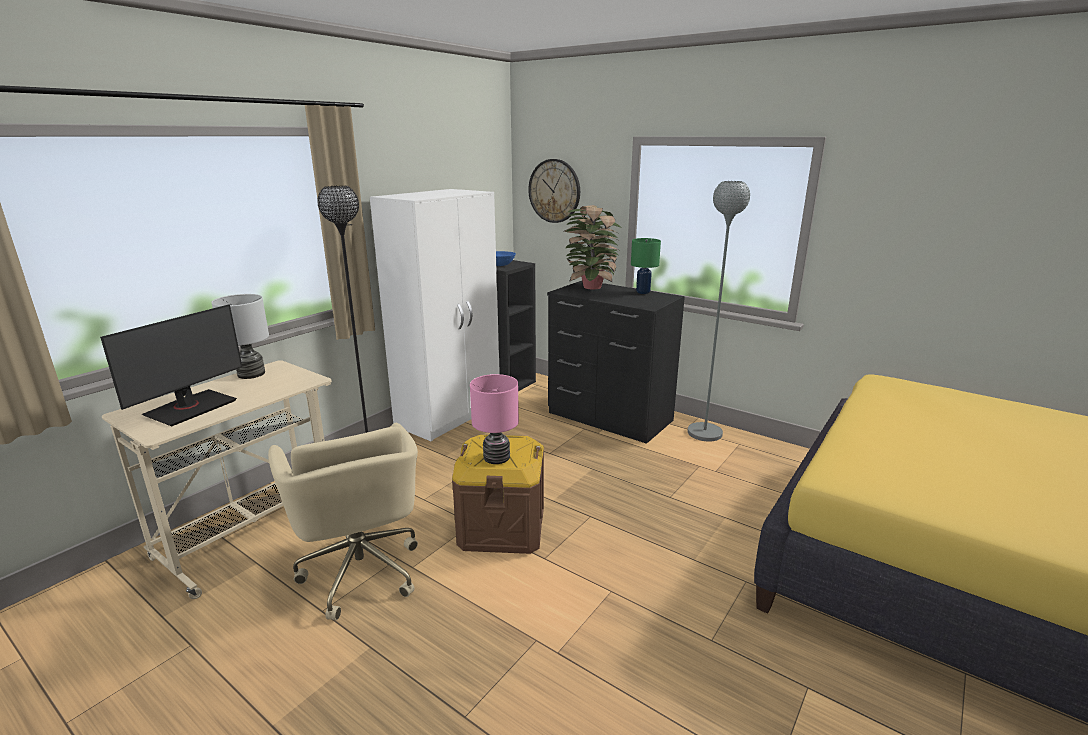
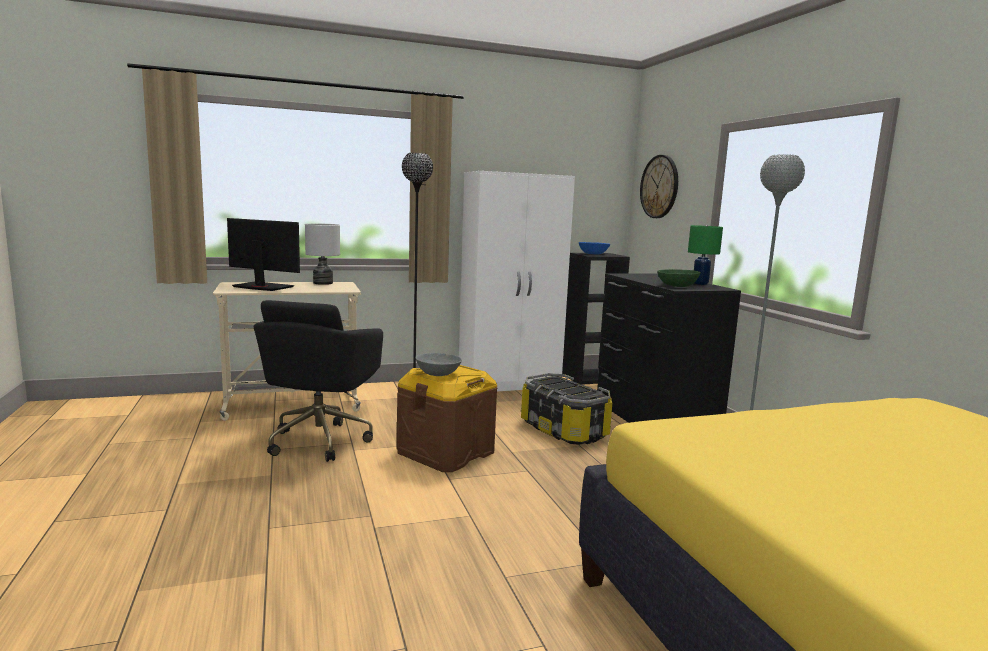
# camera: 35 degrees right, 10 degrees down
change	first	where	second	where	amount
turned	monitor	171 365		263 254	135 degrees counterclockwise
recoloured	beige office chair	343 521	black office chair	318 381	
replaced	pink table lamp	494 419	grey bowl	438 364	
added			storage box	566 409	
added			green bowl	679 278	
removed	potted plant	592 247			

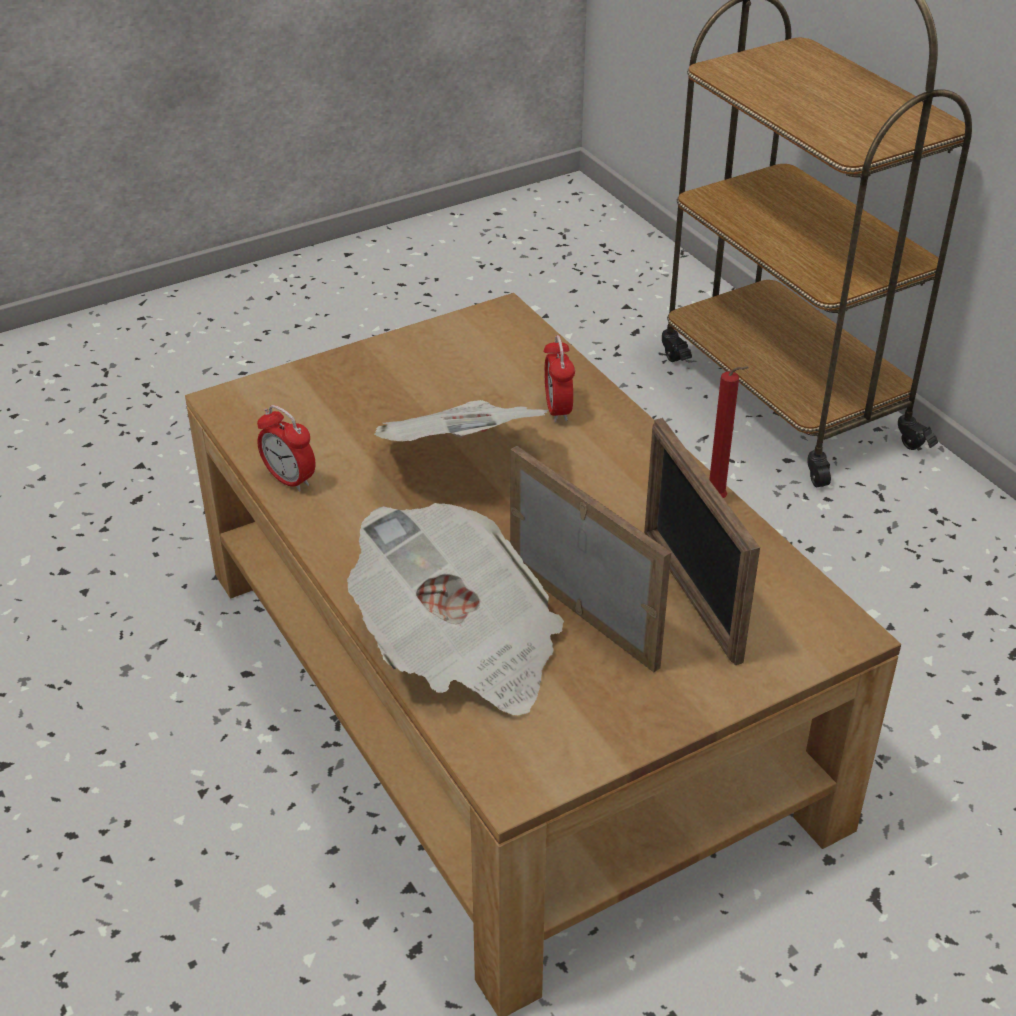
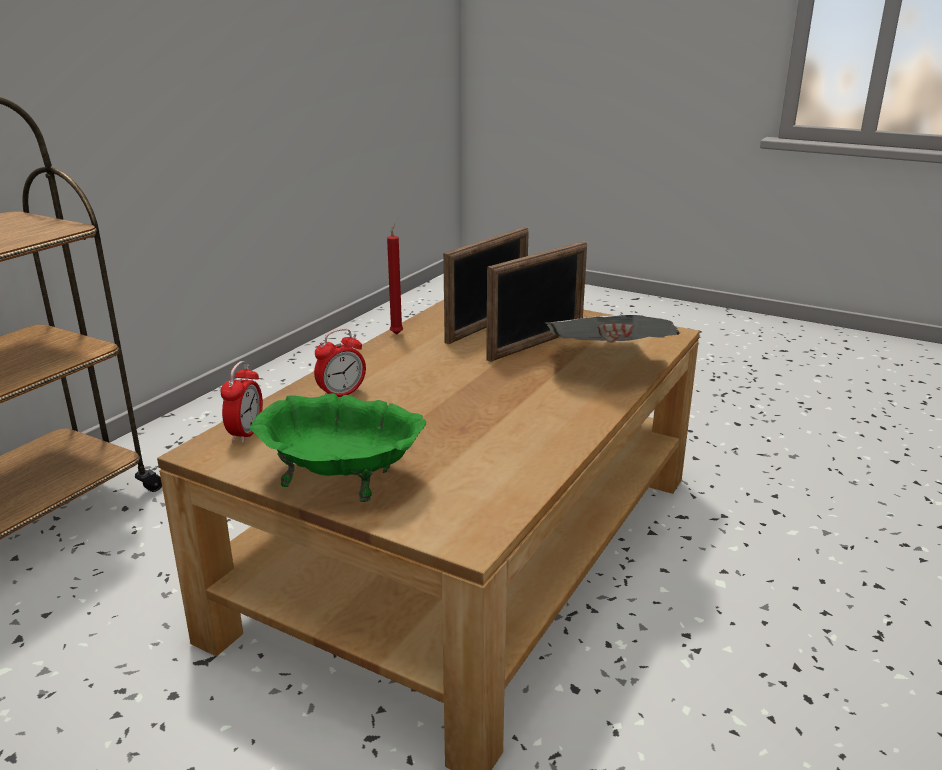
# camera: 120 degrees left, 15 degrees down
change	first	where	second	where	amount
moved	alarm clock	286 448		242 402	
added			green bowl	337 447	
turned	picture frame	590 559		536 301	150 degrees counterclockwise
removed	newspaper	461 420			

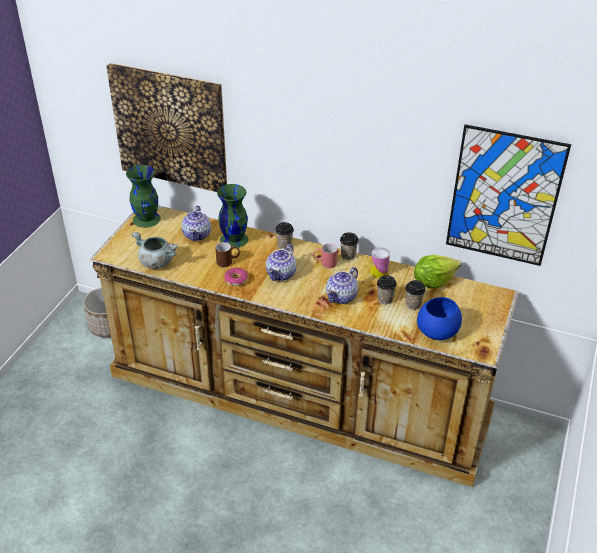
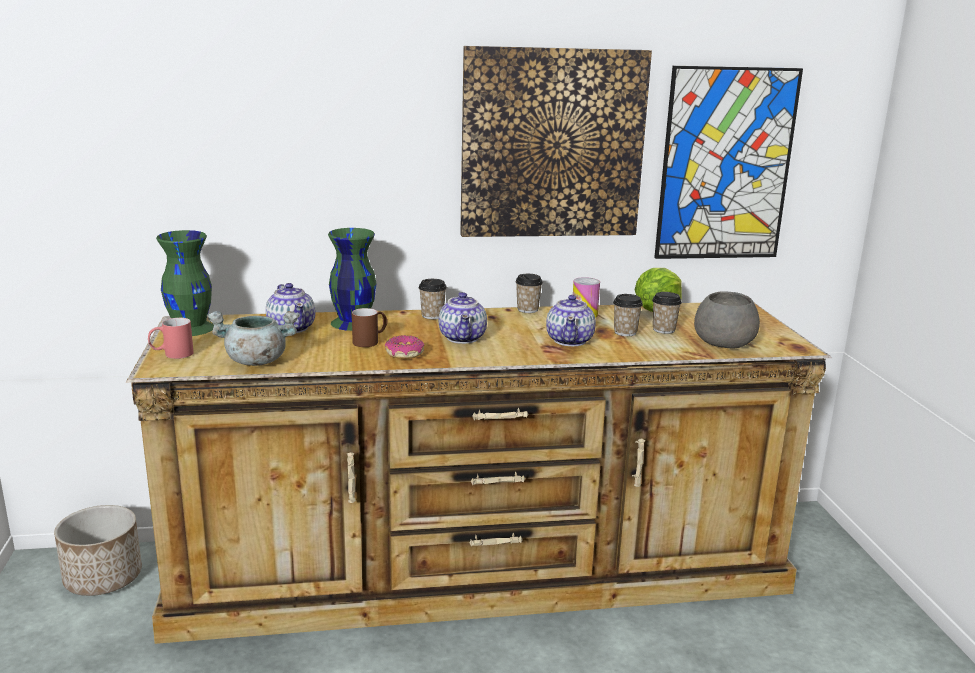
# camera: 30 degrees left, 20 degrees down
change	first	where	second	where	amount
moved	red mug	325 255		171 338	
moved	picture	166 127		556 141	
recoloured	blue bowl	439 318	grey bowl	727 320	

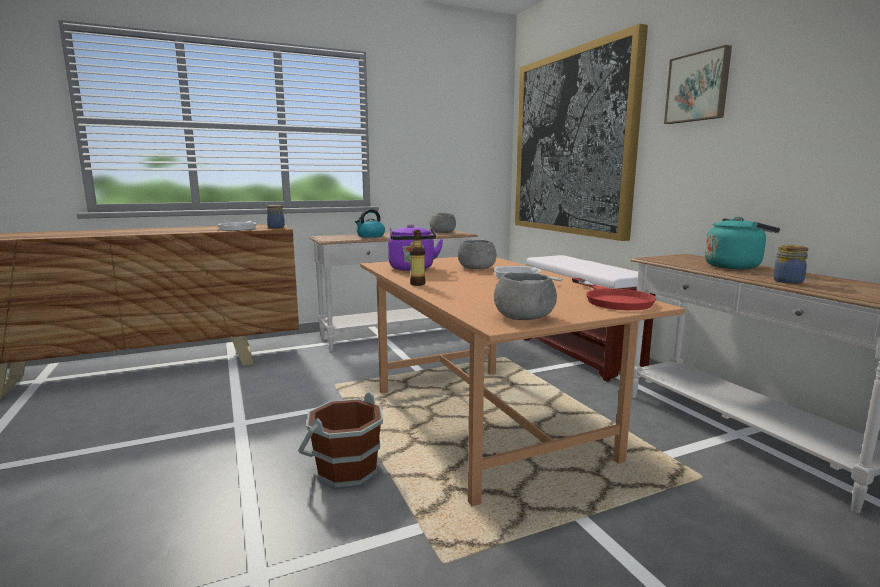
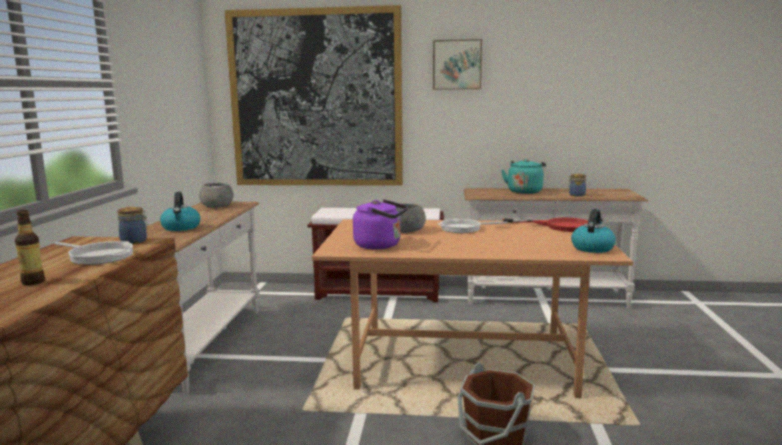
# camera: 60 degrees left, 0 degrees up
change	first	where	second	where	amount
moved	bottle	417 258		30 247	
replaced	grey bowl	525 296	kettle	593 231	

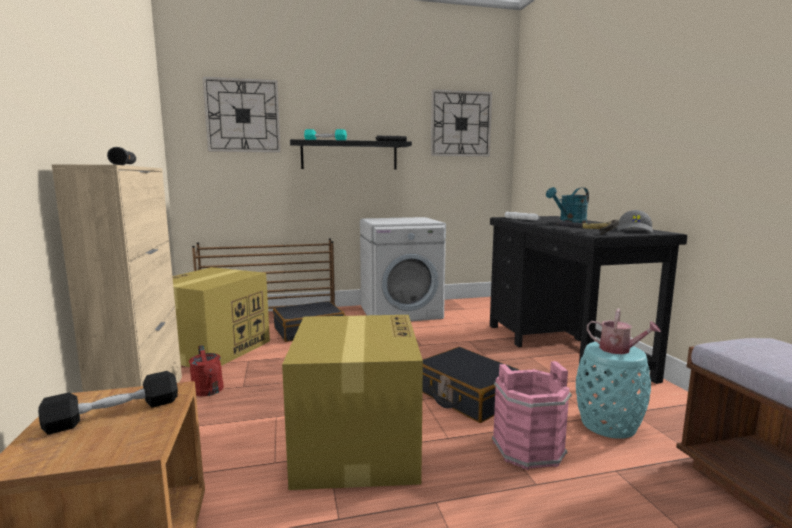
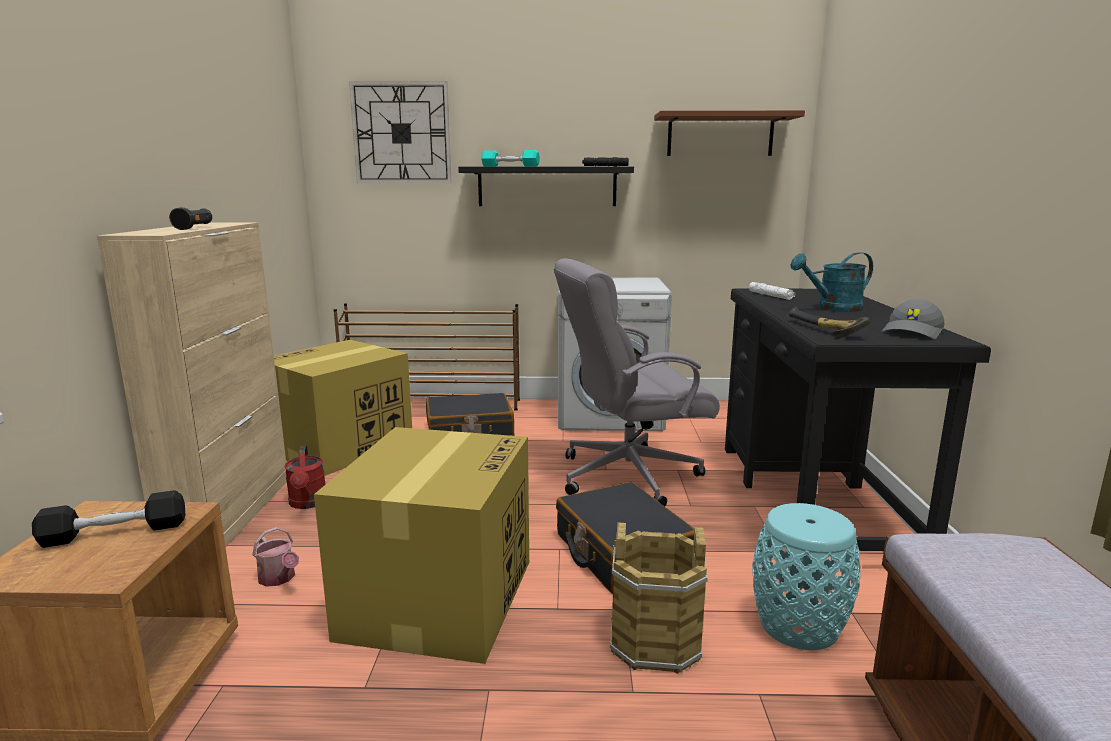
# camera: 15 degrees right, 5 degrees up
change	first	where	second	where	amount
moved	watering can	624 331		275 557	
added			grey office chair	637 382	
recoloured	pink bucket	532 415	brown bucket	659 598	
replaced	wall clock	461 123	brown shelf	729 133	

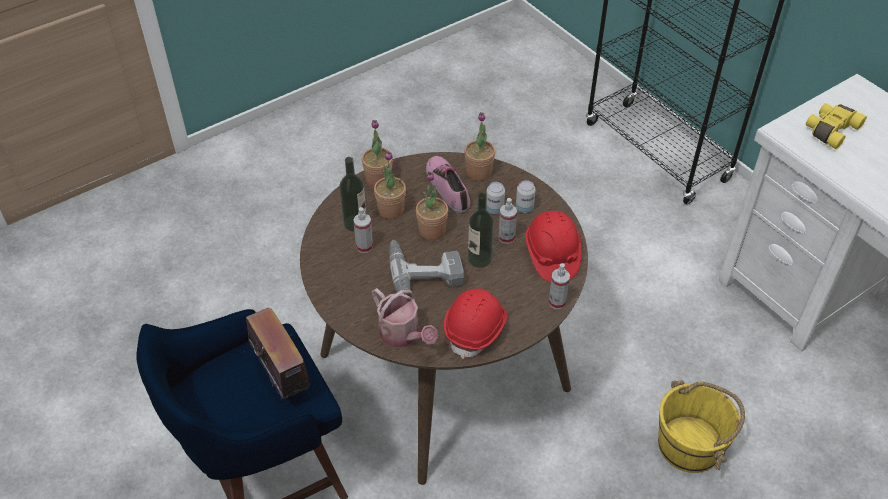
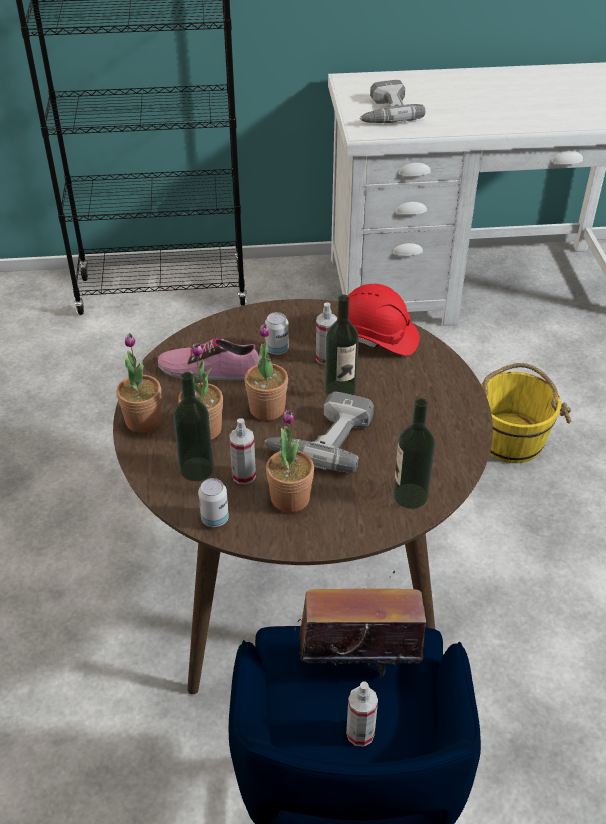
# camera: 60 degrees left, 5 degrees down
change	first	where	second	where	amount
moved	can	526 196		213 502	
moved	potted plant	479 146		290 460	
moved	spray bottle	559 286		362 714	
replaced	yellow binoculars	836 126	power drill	392 101	
replaced	watering can	405 318	bottle	414 453	
removed	red hard hat	475 323			

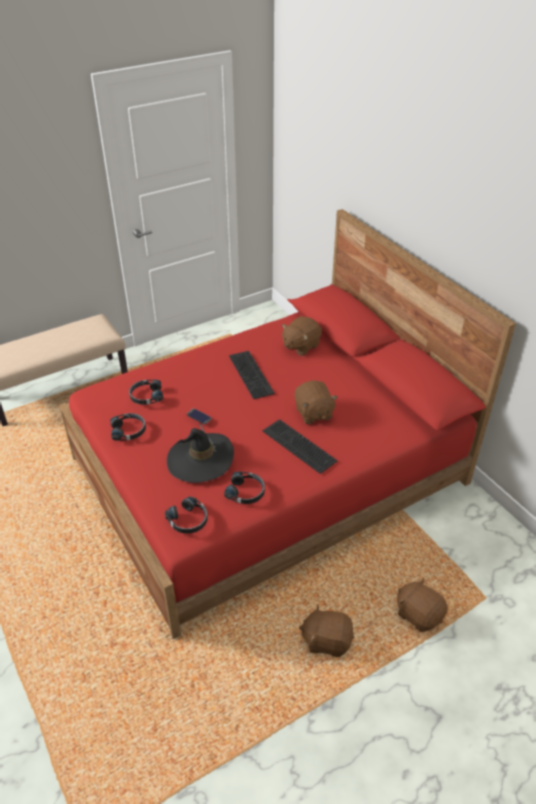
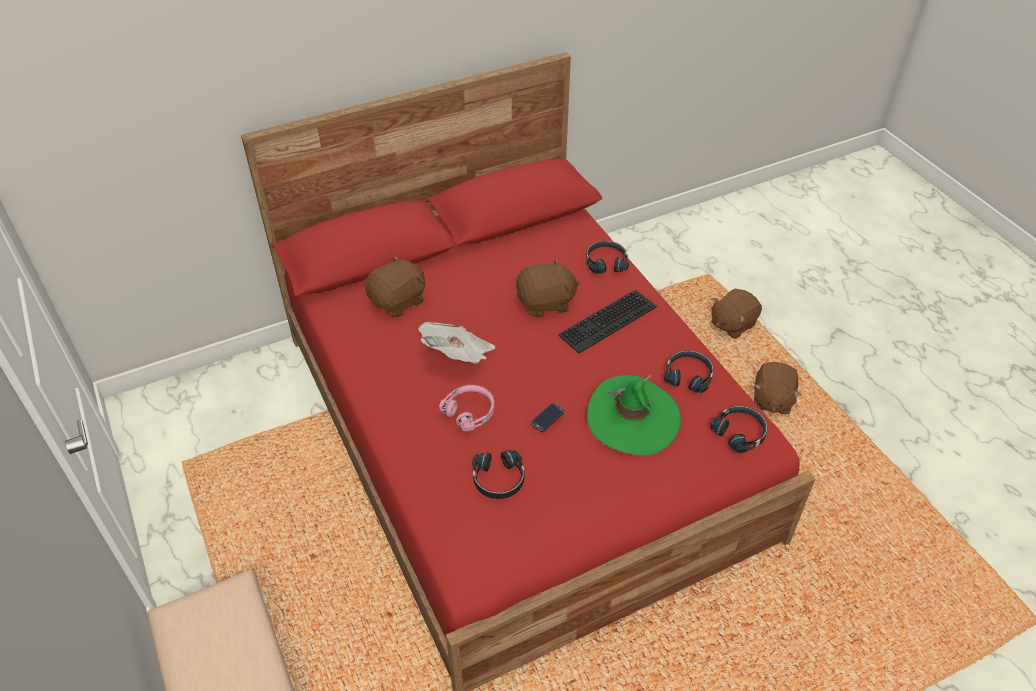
# camera: 85 degrees left, 5 degrees up
change	first	where	second	where	amount
turned	brown plush toy	302 336		395 286	90 degrees counterclockwise
replaced	keyboard	252 375	newspaper	456 343	
added			pink headphones	466 408	
moved	black headphones	128 427		607 257	
recoloured	black hat	200 453	green hat	634 415	

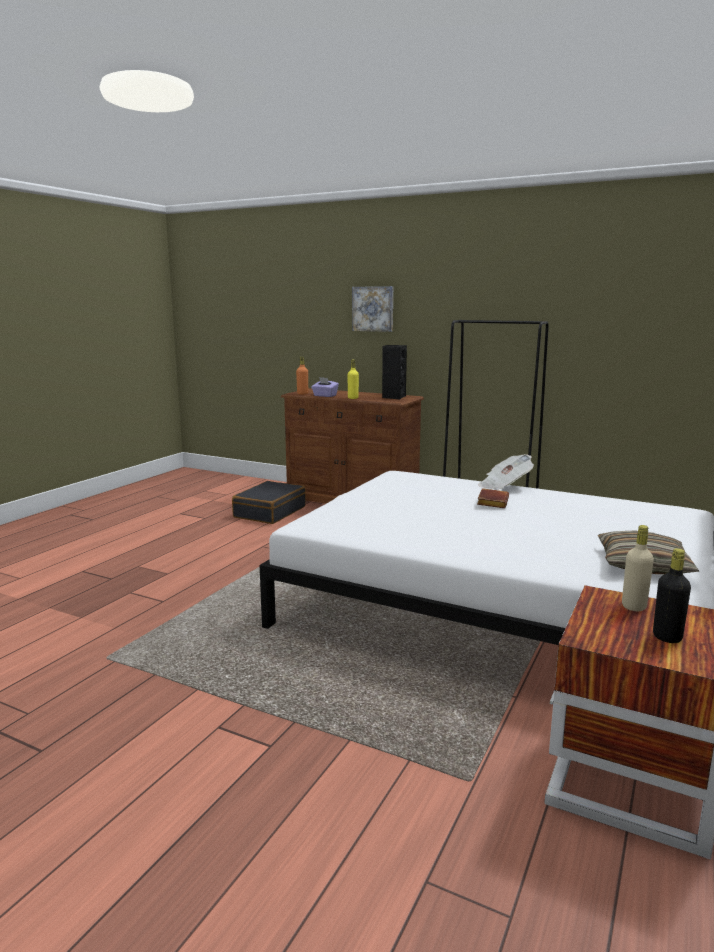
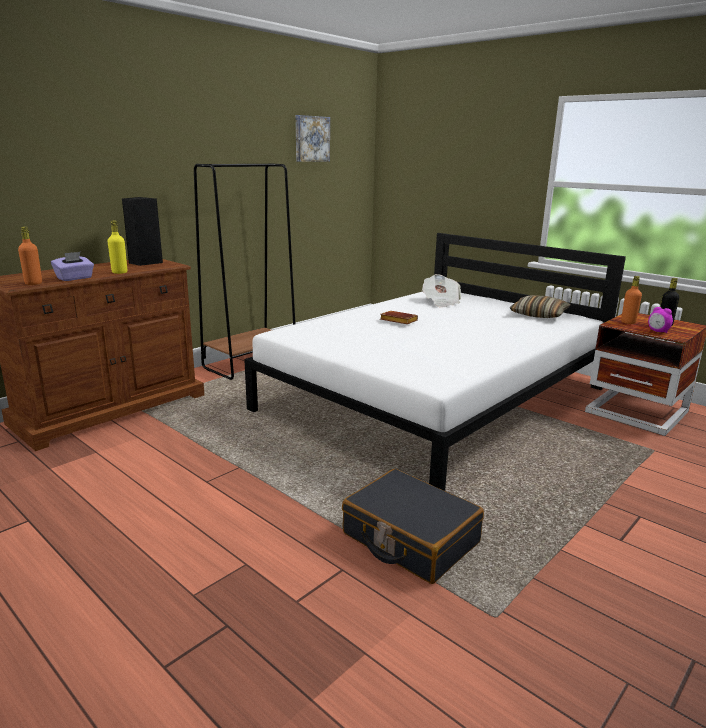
# camera: 75 degrees left, 5 degrees up
change	first	where	second	where	amount
moved	picture	372 309		313 138	
moved	black suitcase	269 502		413 526	
moved	newspaper	506 471		441 291	
recoloured	beige bottle	638 568	orange bottle	631 300	
added			alarm clock	660 320	

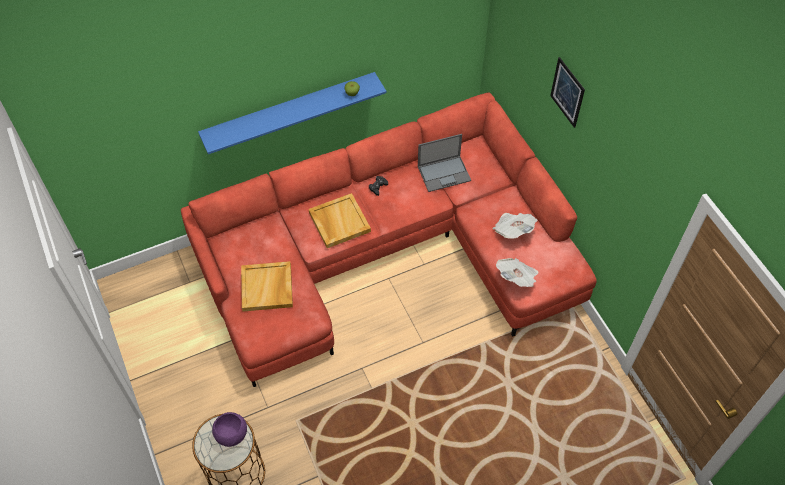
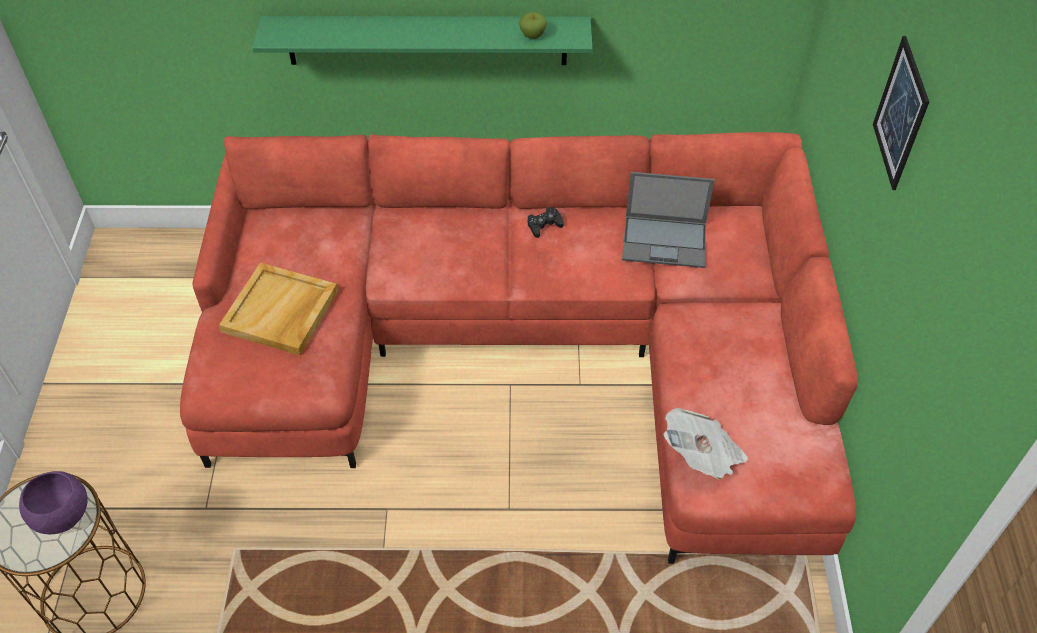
# camera: 25 degrees right, 5 degrees down
change	first	where	second	where	amount
recoloured	blue shelf	292 113	green shelf	422 40	
removed	beige tray	340 220			
removed	newspaper	515 226			

